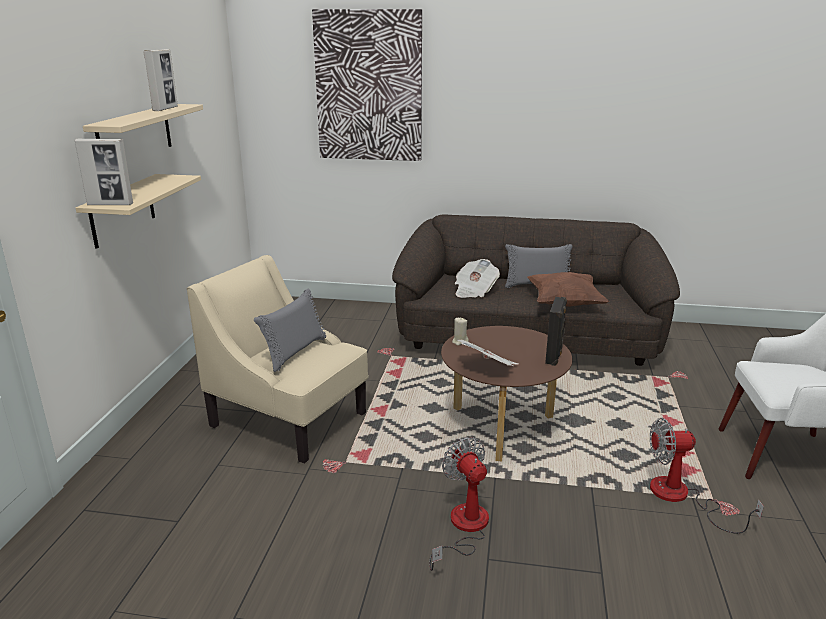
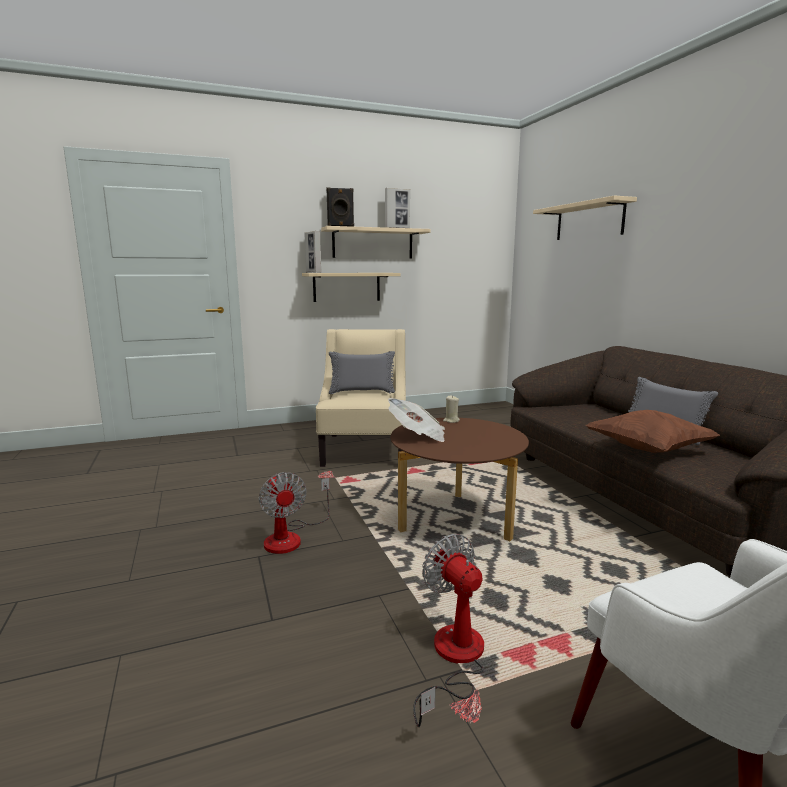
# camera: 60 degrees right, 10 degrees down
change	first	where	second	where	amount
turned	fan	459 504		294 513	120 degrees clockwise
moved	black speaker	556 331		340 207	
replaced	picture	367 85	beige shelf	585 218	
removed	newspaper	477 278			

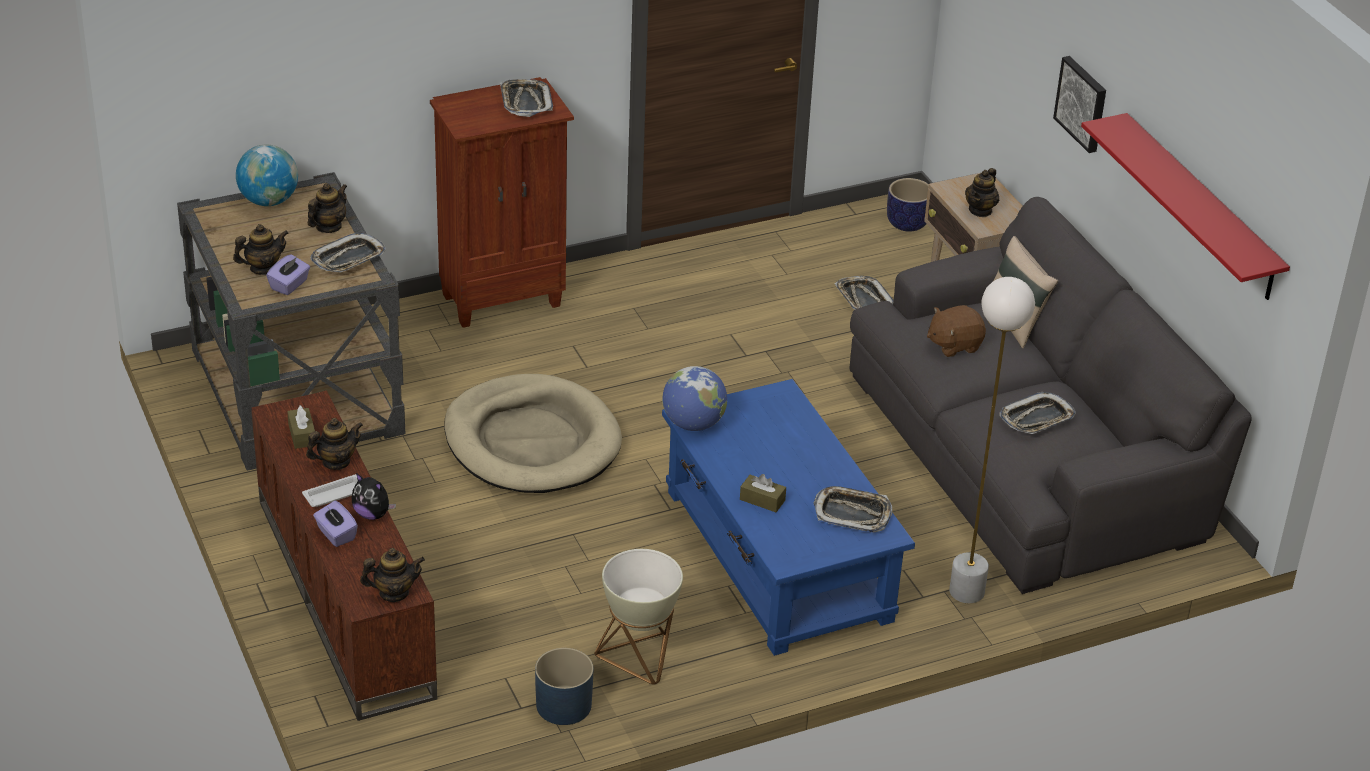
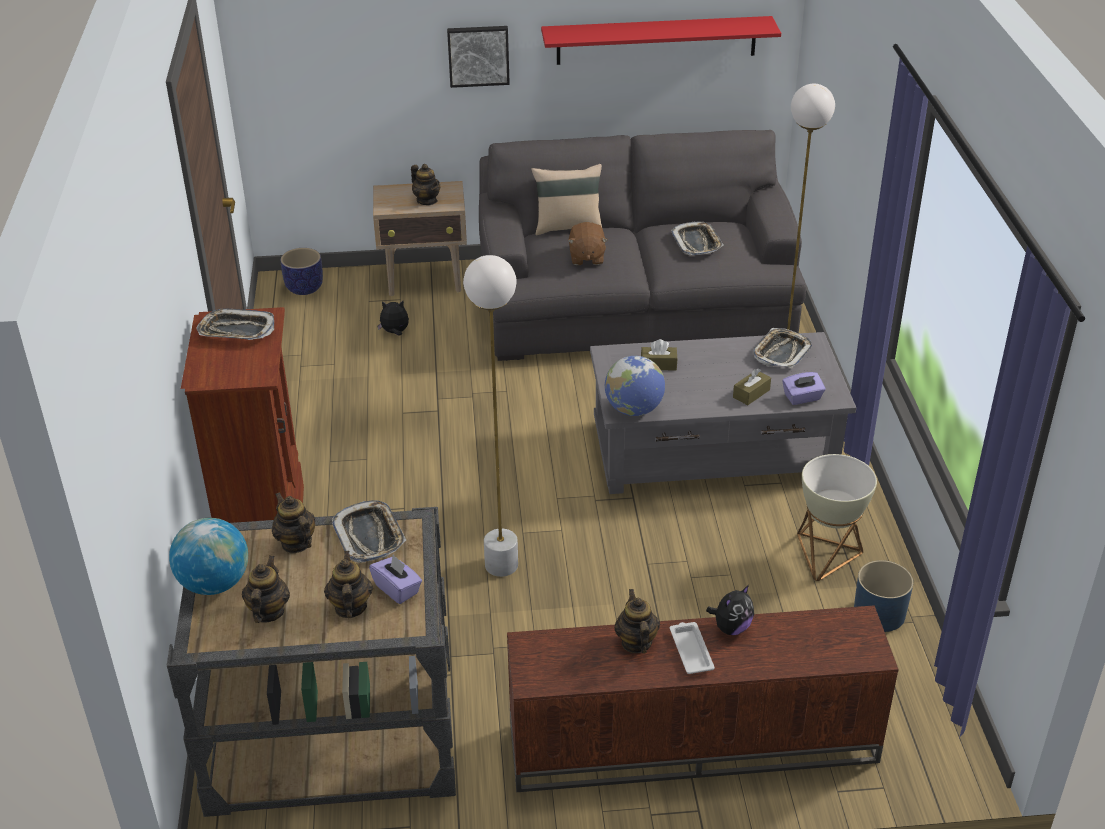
# camera: 70 degrees left, 0 degrees up
change	first	where	second	where	amount
moved	teapot	392 575		266 589	
replaced	tray	864 292	plush toy	393 318	
replaced	beige dog bed	533 433	white floor lamp	490 416	
recoloured	blue coffee table	788 517	grey coffee table	723 413	
moved	brown tissue box	301 427		659 354	
moved	purple tissue box	335 524		804 388	

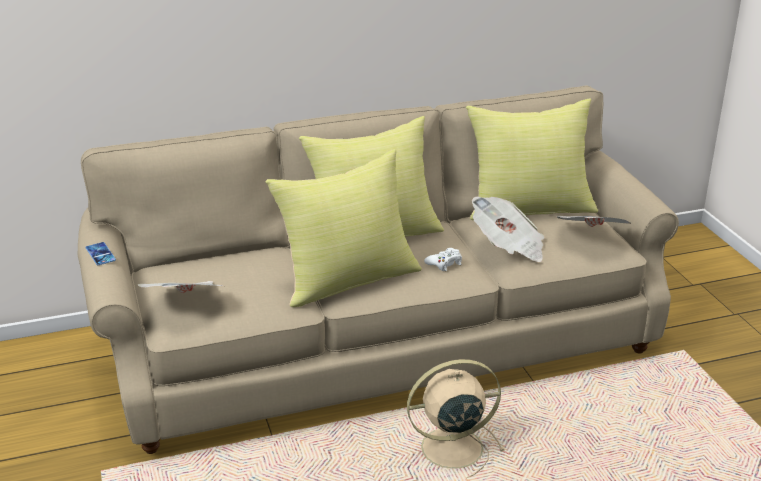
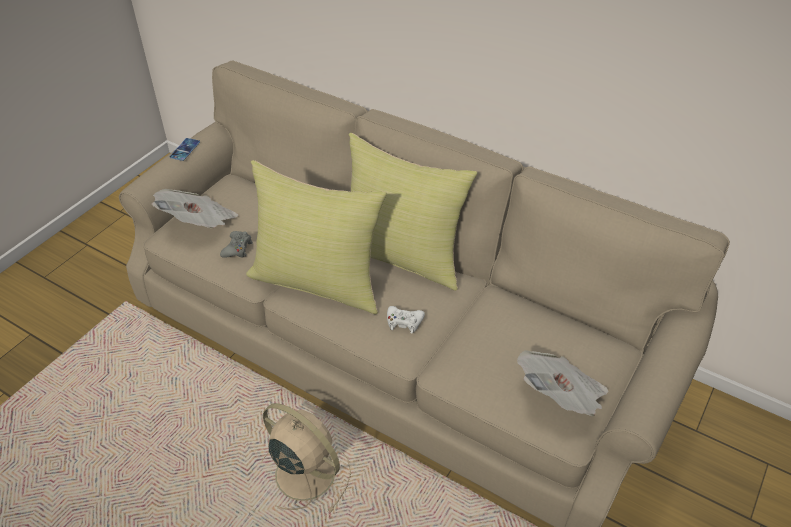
# camera: 50 degrees right, 15 degrees up
change	first	where	second	where	amount
added			grey game controller	236 244	
removed	yellow pillow	532 159			
removed	newspaper	508 229			

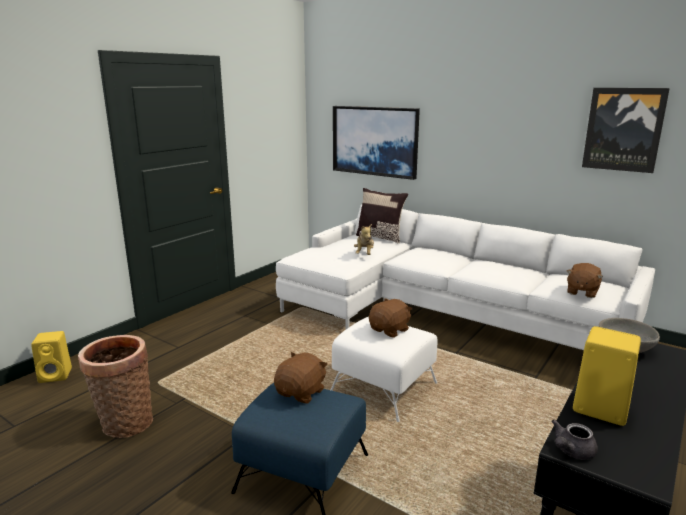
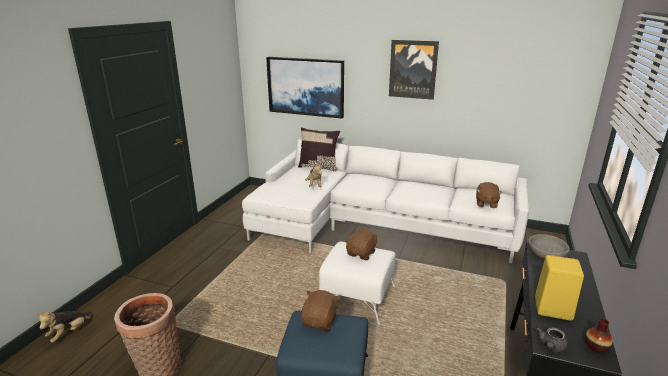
# camera: 15 degrees left, 5 degrees up
change	first	where	second	where	amount
replaced	yellow speaker	51 357	plush toy	65 326	
moved	picture	626 130		414 70	
added			vase	598 335	

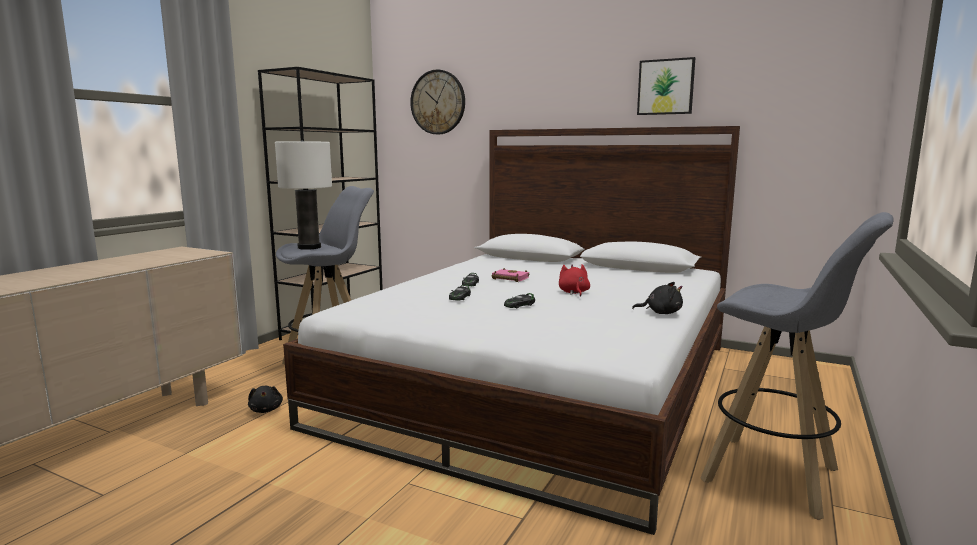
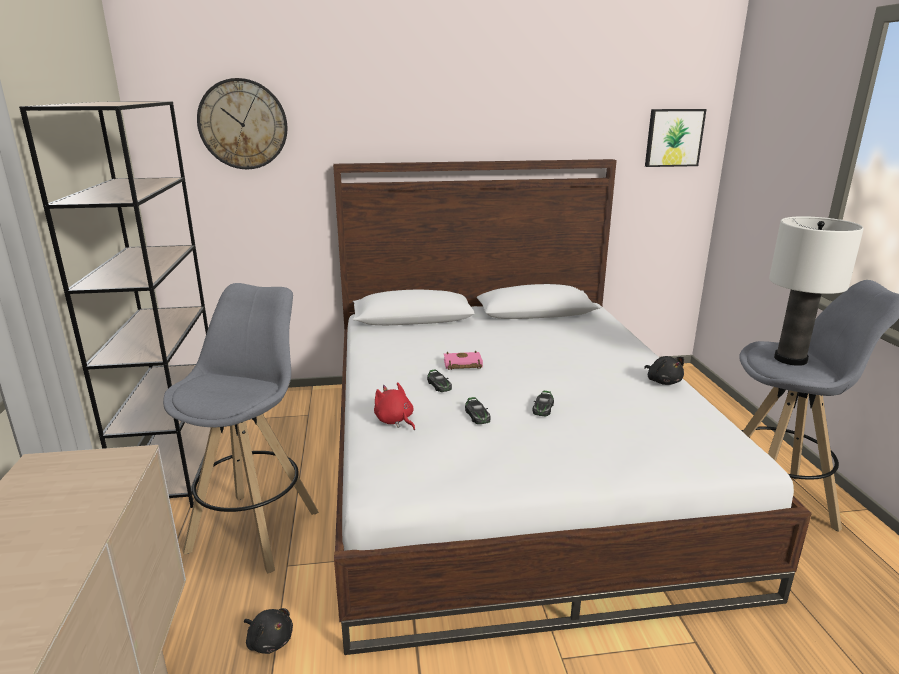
# camera: 35 degrees left, 10 degrees up
change	first	where	second	where	amount
moved	red plush toy	574 280		394 406	
turned	black plush toy	657 298		664 370	90 degrees clockwise
moved	picture	666 86		676 138	
moved	white table lamp	303 195		816 291	

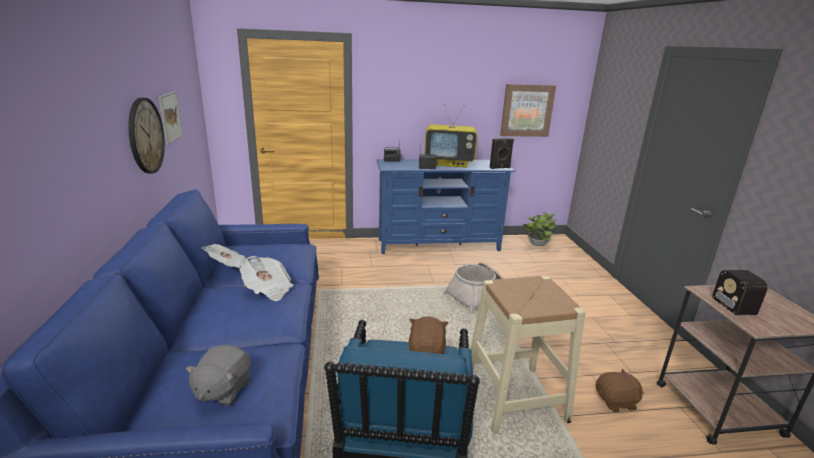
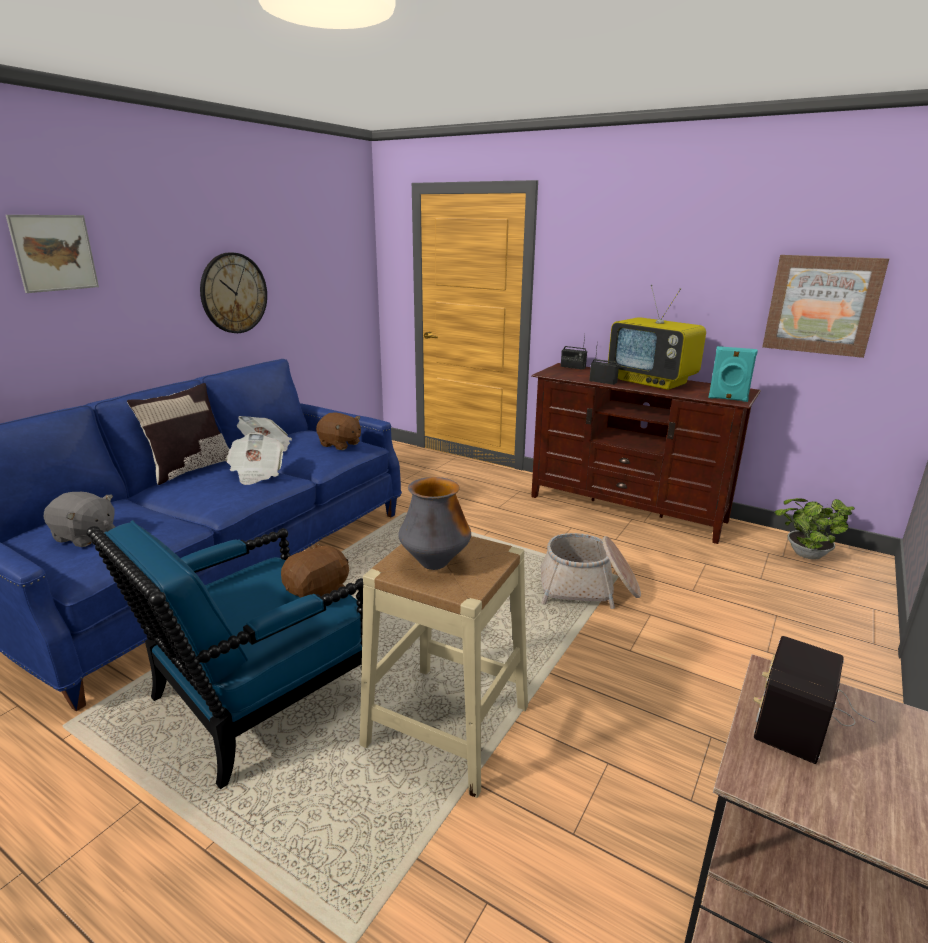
# camera: 40 degrees right, 0 degrees up
change	first	where	second	where	amount
moved	picture	171 118		52 254	
turned	grey plush toy	218 375		79 519	120 degrees counterclockwise
added			pillow	178 434	
moved	brown plush toy	620 390		338 431	
added			vase	434 523	
recoloured	blue tv stand	446 206	brown tv stand	646 453	
recoloured	black speaker	502 153	turquoise speaker	733 374	

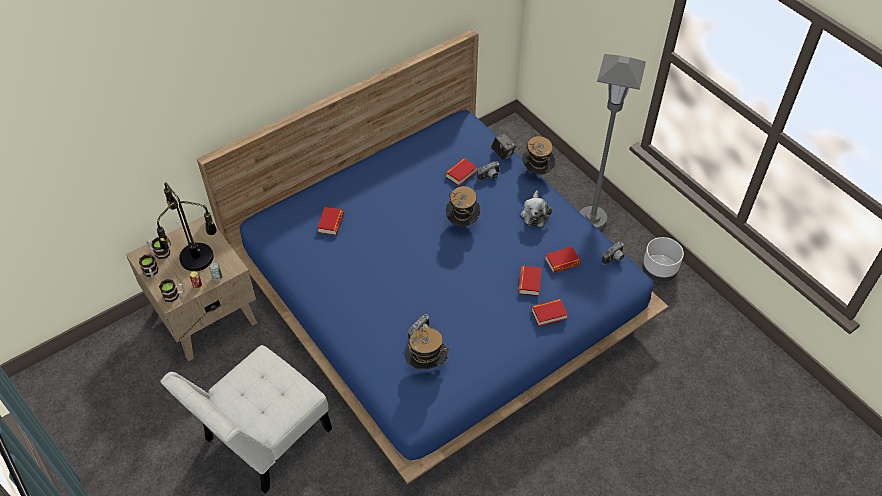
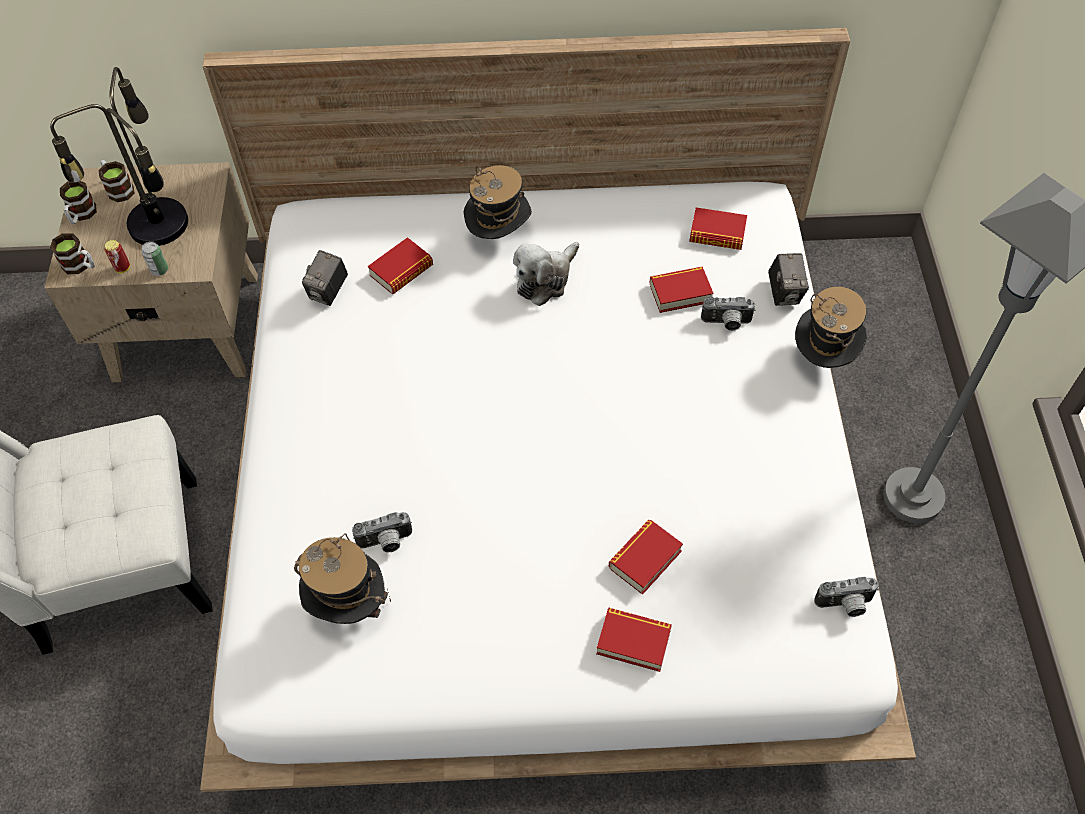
# camera: 35 degrees right, 5 degrees up
change	first	where	second	where	amount
recoloured	blue bed	432 256	white bed	558 410	
added			photo camera	325 278	
moved	hat	463 206		498 202	
moved	plush toy	536 208		546 274	
moved	book	562 259		718 228	
removed	grey planter	663 259			

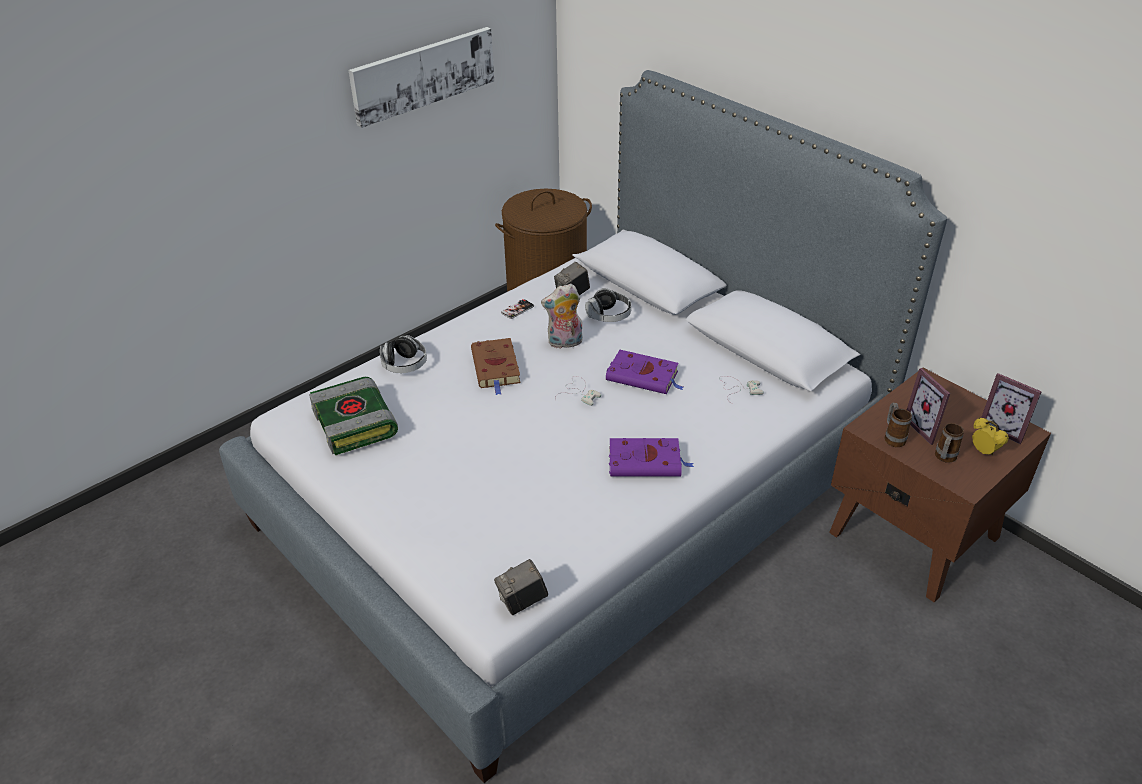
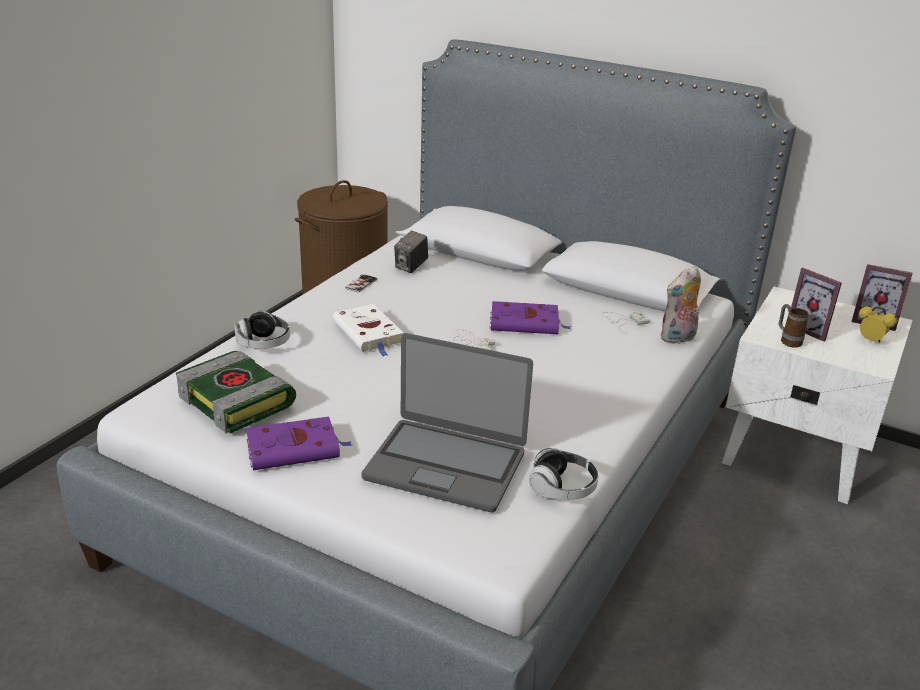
# camera: 20 degrees left, 10 degrees down
change	first	where	second	where	amount
moved	purple book	651 457		299 443	
recoloured	brown book	496 366	white book	368 330	
added			laptop	447 422	
moved	headphones	608 305		564 474	
moved	plush toy	562 316		680 305	
recoloured	brown nightstand	940 485	white nightstand	817 395	
removed	picture	421 77			
removed	photo camera	521 587			
removed	mug	949 443			

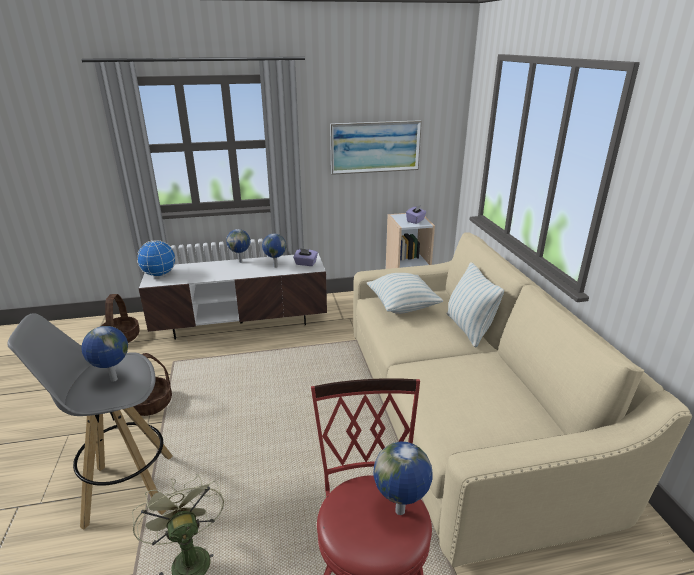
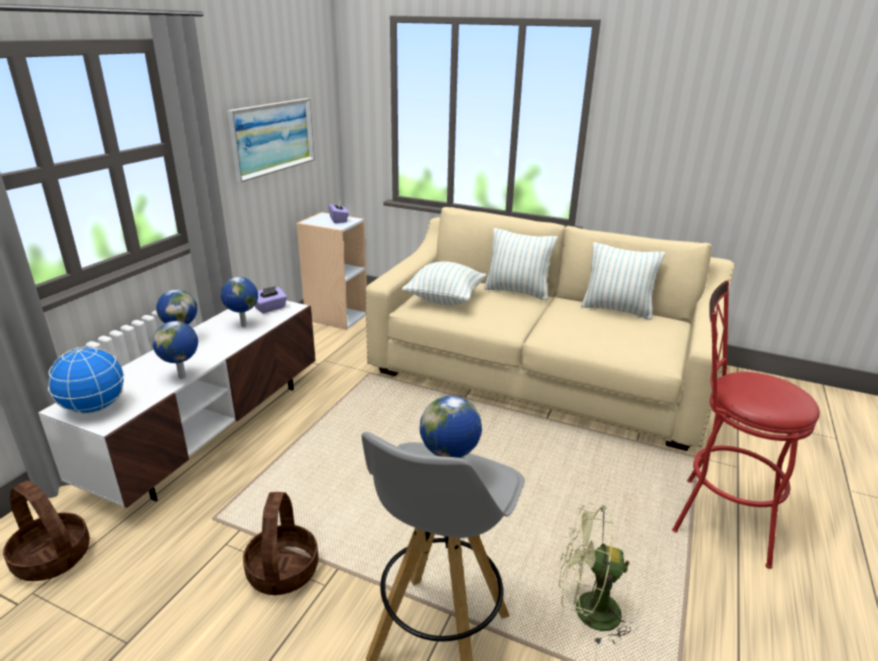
# camera: 55 degrees left, 0 degrees up
change	first	where	second	where	amount
moved	globe	403 478		175 350	
added			pillow	623 281	

